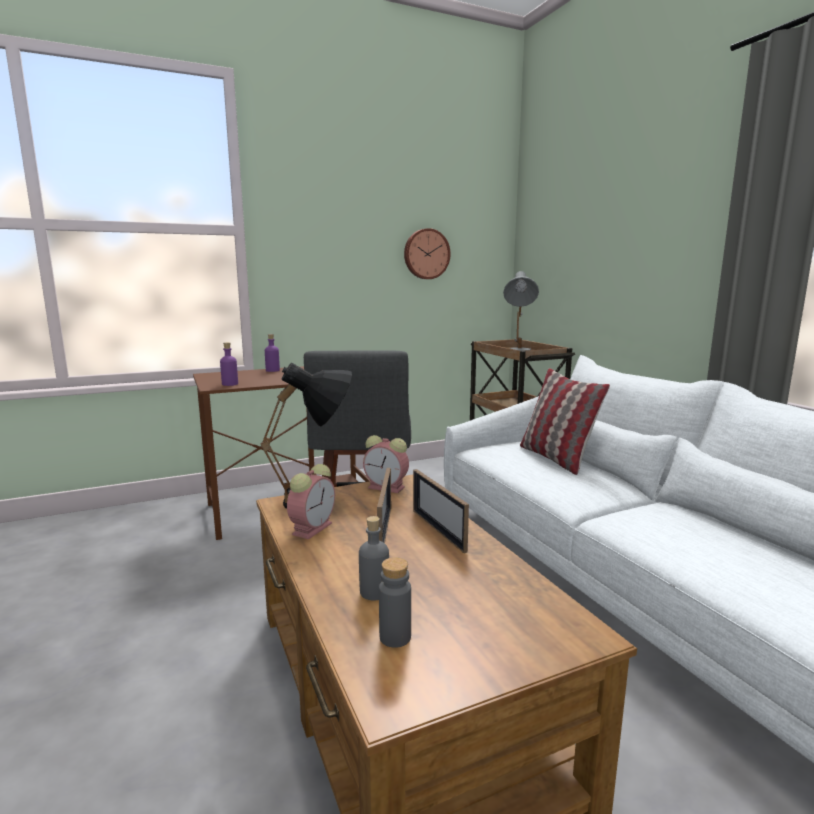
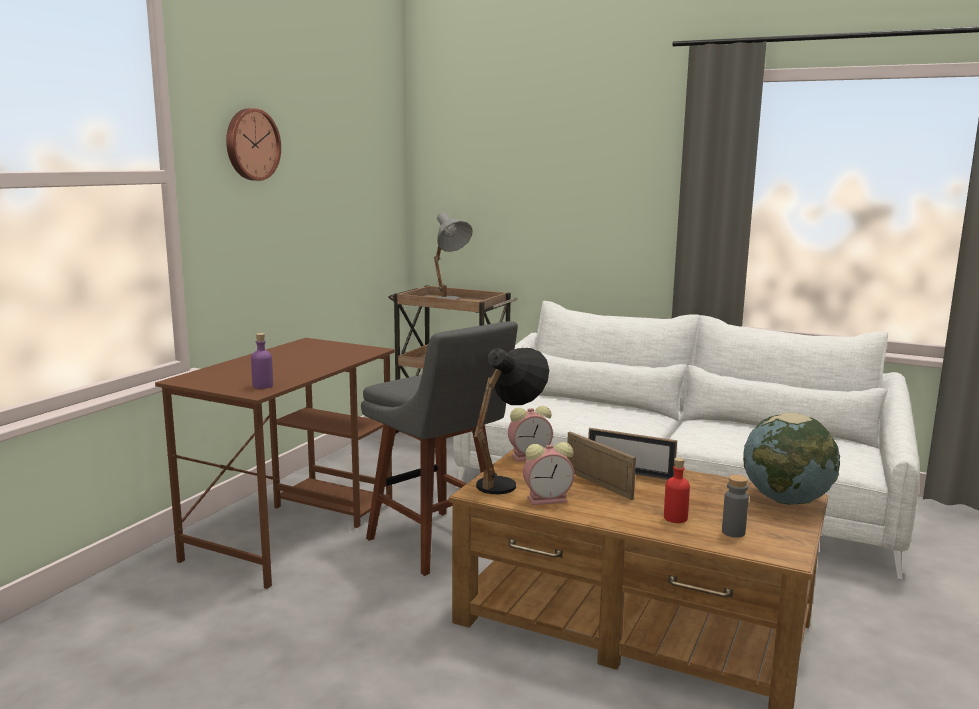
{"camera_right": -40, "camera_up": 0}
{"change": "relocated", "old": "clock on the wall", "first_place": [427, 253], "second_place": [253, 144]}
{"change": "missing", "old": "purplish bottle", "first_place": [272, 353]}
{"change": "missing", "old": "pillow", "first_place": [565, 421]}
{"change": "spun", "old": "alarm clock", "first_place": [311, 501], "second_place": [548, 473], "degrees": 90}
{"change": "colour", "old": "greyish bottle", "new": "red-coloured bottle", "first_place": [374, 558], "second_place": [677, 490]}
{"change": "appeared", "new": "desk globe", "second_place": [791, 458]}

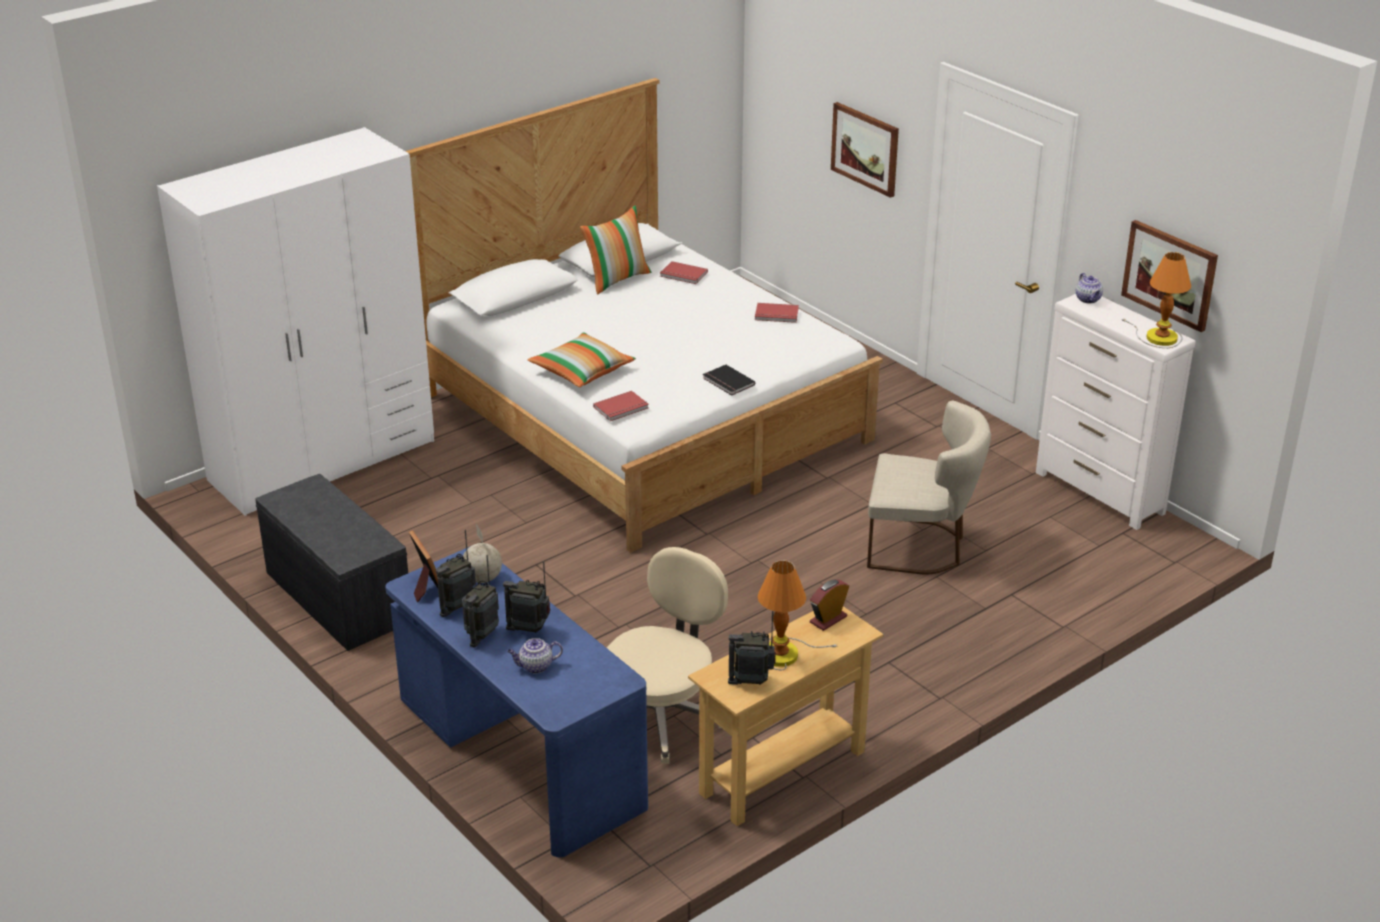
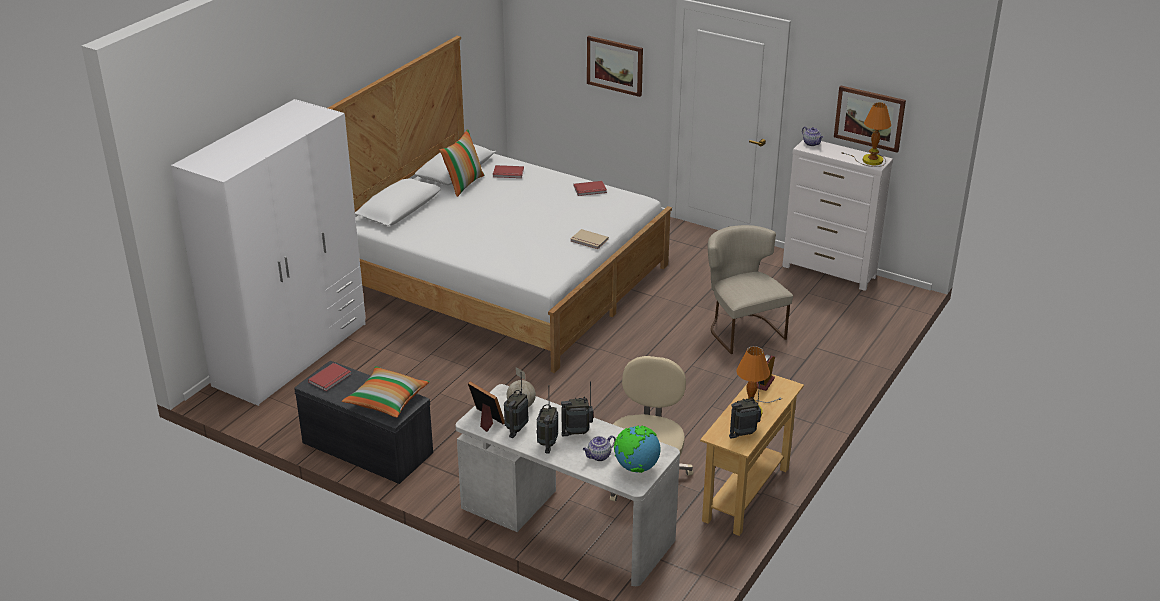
{"camera_right": -20, "camera_up": 0}
{"change": "relocated", "old": "pillow", "first_place": [582, 359], "second_place": [385, 391]}
{"change": "colour", "old": "blackish book", "new": "beige book", "first_place": [729, 380], "second_place": [589, 239]}
{"change": "relocated", "old": "red-coloured book", "first_place": [620, 406], "second_place": [329, 377]}
{"change": "spun", "old": "beige plain chair", "first_place": [929, 487], "second_place": [750, 289], "degrees": -105}
{"change": "colour", "old": "blue desk table", "new": "white desk table", "first_place": [516, 702], "second_place": [568, 485]}
{"change": "appeared", "new": "desk globe", "second_place": [637, 449]}

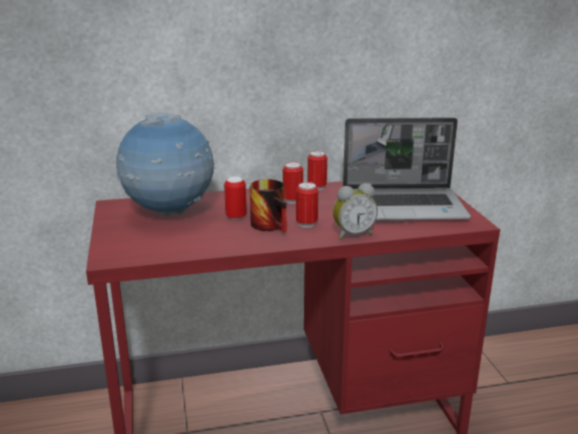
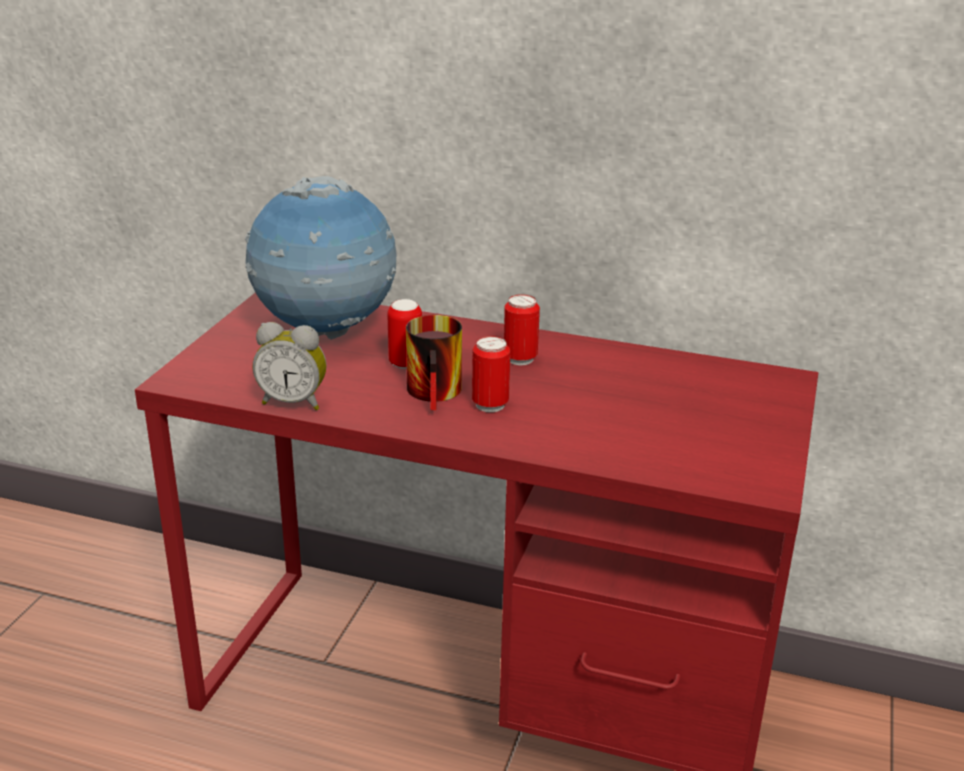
{"camera_right": 30, "camera_up": 5}
{"change": "missing", "old": "portable computer", "first_place": [407, 169]}
{"change": "missing", "old": "sealed can", "first_place": [317, 170]}
{"change": "relocated", "old": "alarm clock", "first_place": [355, 211], "second_place": [290, 366]}

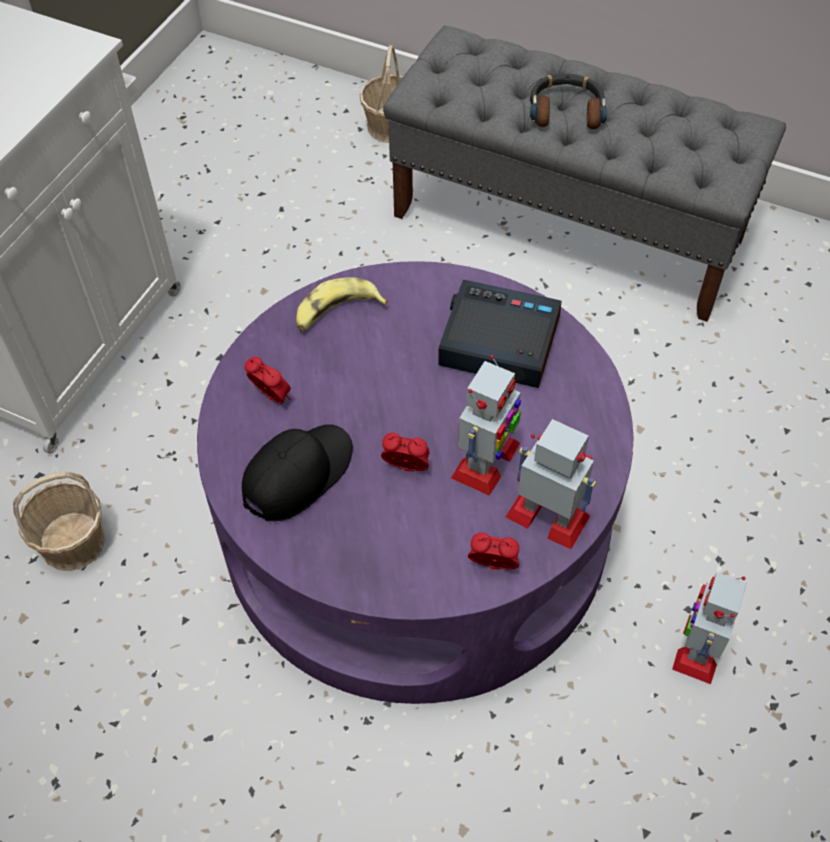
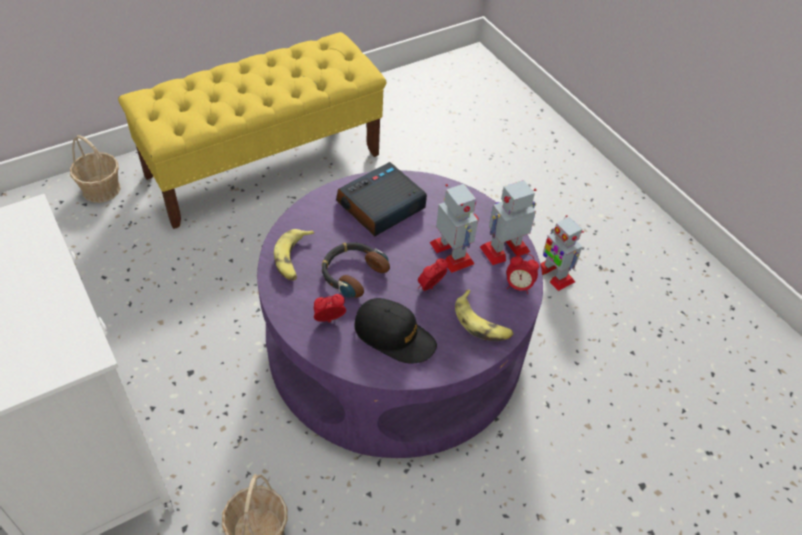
{"camera_right": -60, "camera_up": -5}
{"change": "colour", "old": "greyish bench", "new": "yellow-coloured bench", "first_place": [584, 174], "second_place": [252, 130]}
{"change": "relocated", "old": "pair of headphones", "first_place": [568, 101], "second_place": [356, 270]}
{"change": "spun", "old": "blackish baseball cap", "first_place": [297, 472], "second_place": [395, 330], "degrees": 135}
{"change": "spun", "old": "alarm clock", "first_place": [493, 551], "second_place": [523, 273], "degrees": -120}
{"change": "appeared", "new": "whole banana", "second_place": [484, 315]}

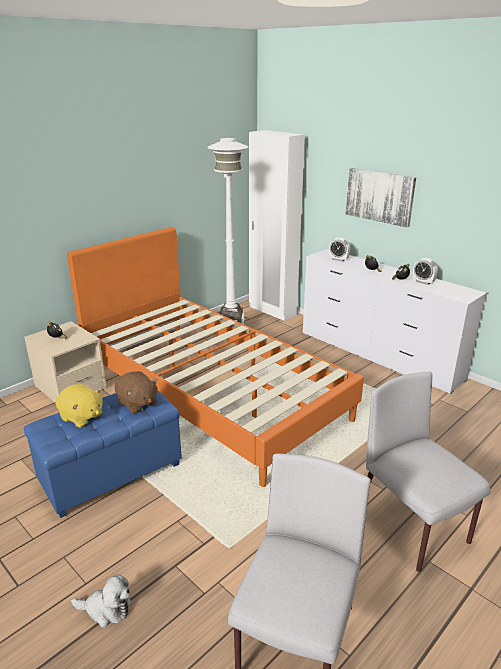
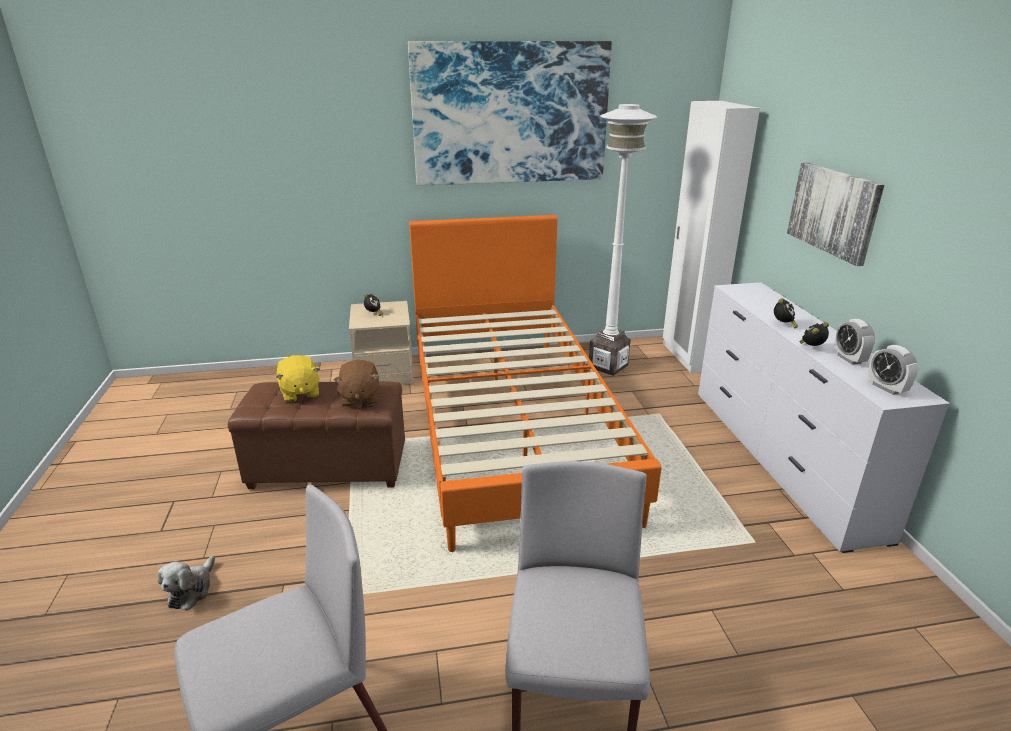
{"camera_right": 35, "camera_up": 0}
{"change": "relocated", "old": "alarm clock", "first_place": [339, 249], "second_place": [893, 370]}
{"change": "colour", "old": "blue ottoman", "new": "brownish ottoman", "first_place": [103, 454], "second_place": [316, 435]}
{"change": "spun", "old": "cuddly toy", "first_place": [101, 601], "second_place": [186, 583], "degrees": 60}
{"change": "appeared", "new": "picture", "second_place": [510, 113]}

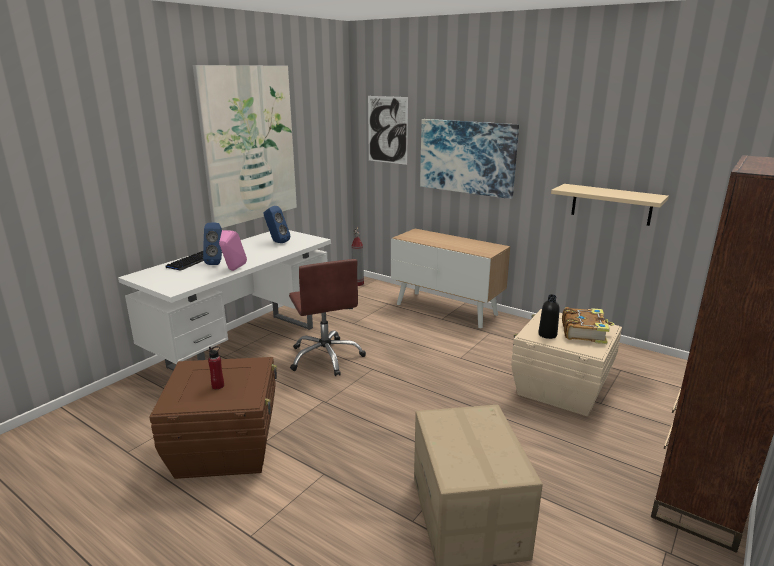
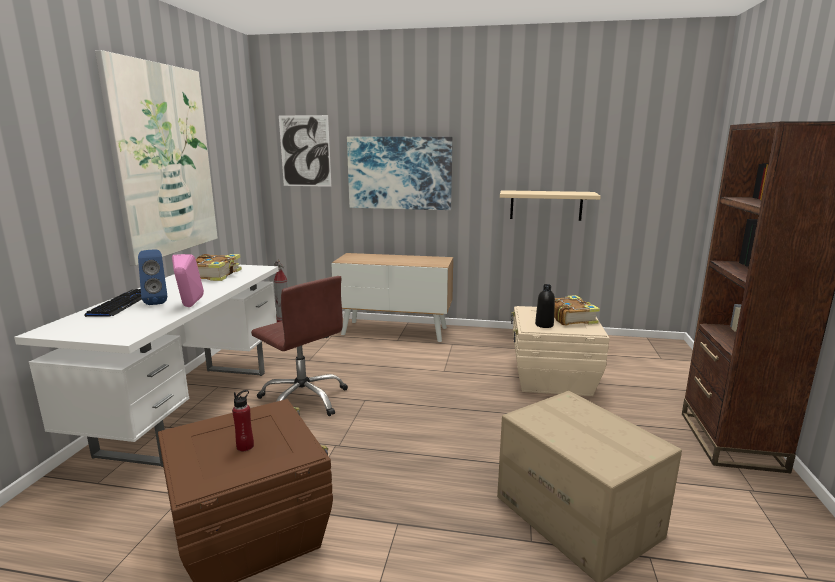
{"camera_right": -25, "camera_up": -5}
{"change": "exchanged", "old": "blue speaker", "new": "book", "first_place": [277, 224], "second_place": [219, 267]}

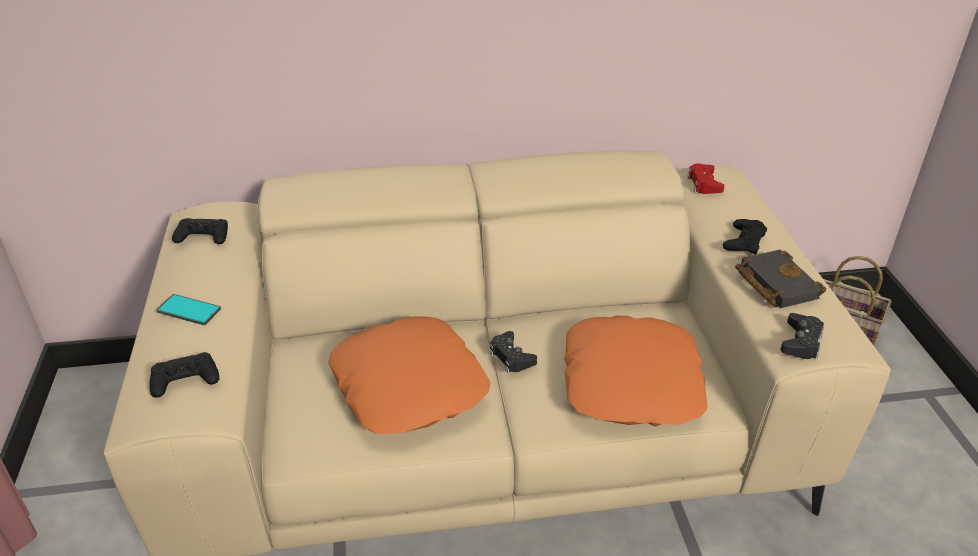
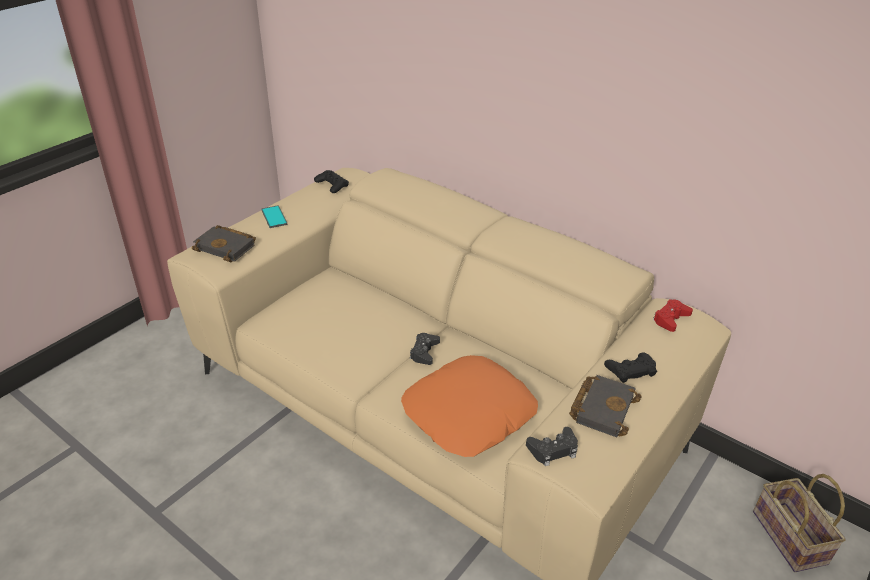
{"camera_right": 45, "camera_up": 0}
{"change": "missing", "old": "orange pillow", "first_place": [409, 375]}
{"change": "exchanged", "old": "blackish gamepad", "new": "blackish book", "first_place": [184, 375], "second_place": [224, 243]}

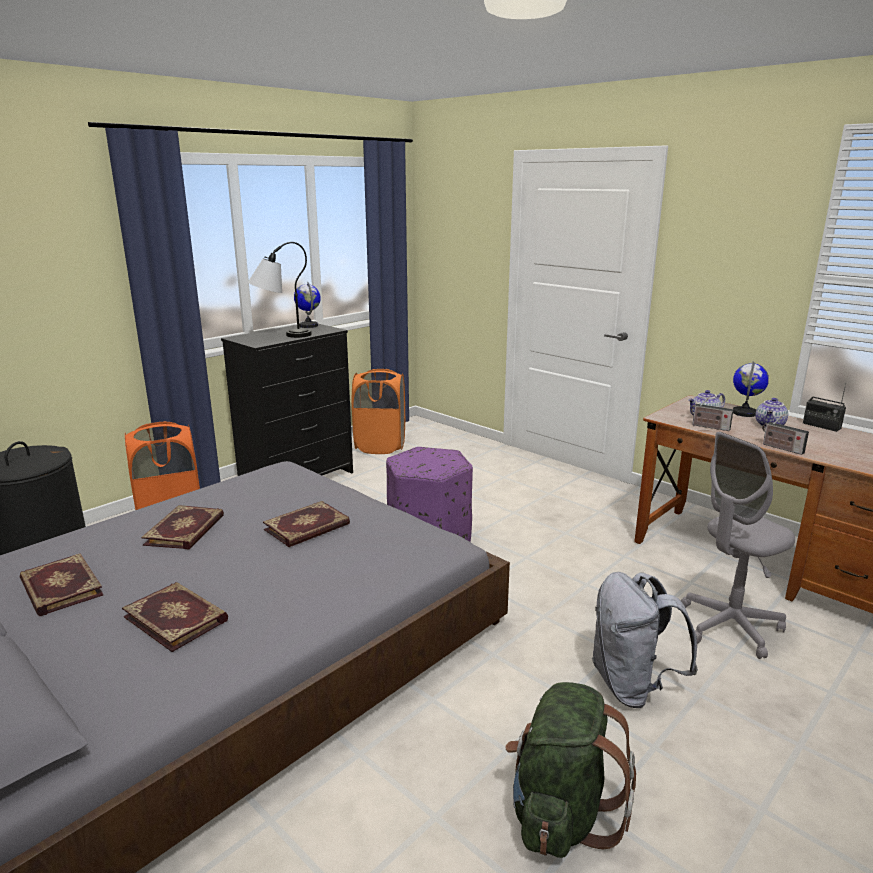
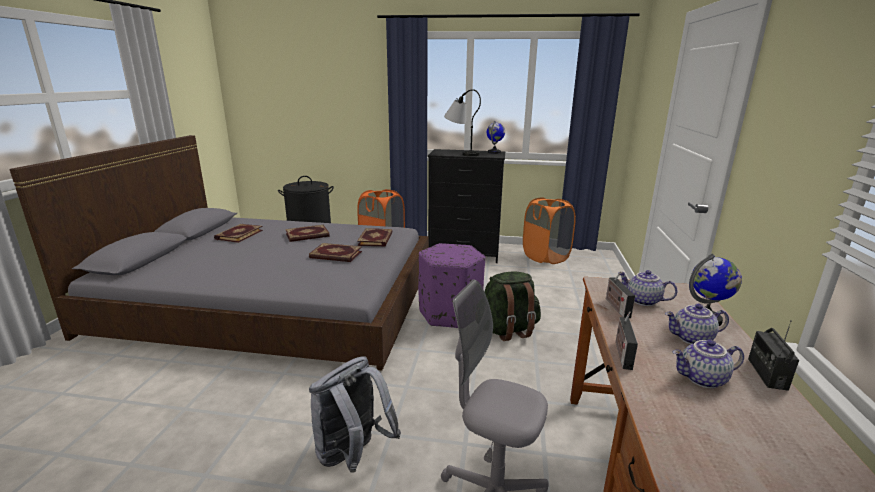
{"camera_right": 55, "camera_up": 0}
{"change": "relocated", "old": "book", "first_place": [175, 617], "second_place": [375, 237]}
{"change": "relocated", "old": "greenish rucksack", "first_place": [570, 770], "second_place": [513, 306]}
{"change": "appeared", "new": "teapot", "second_place": [708, 363]}

